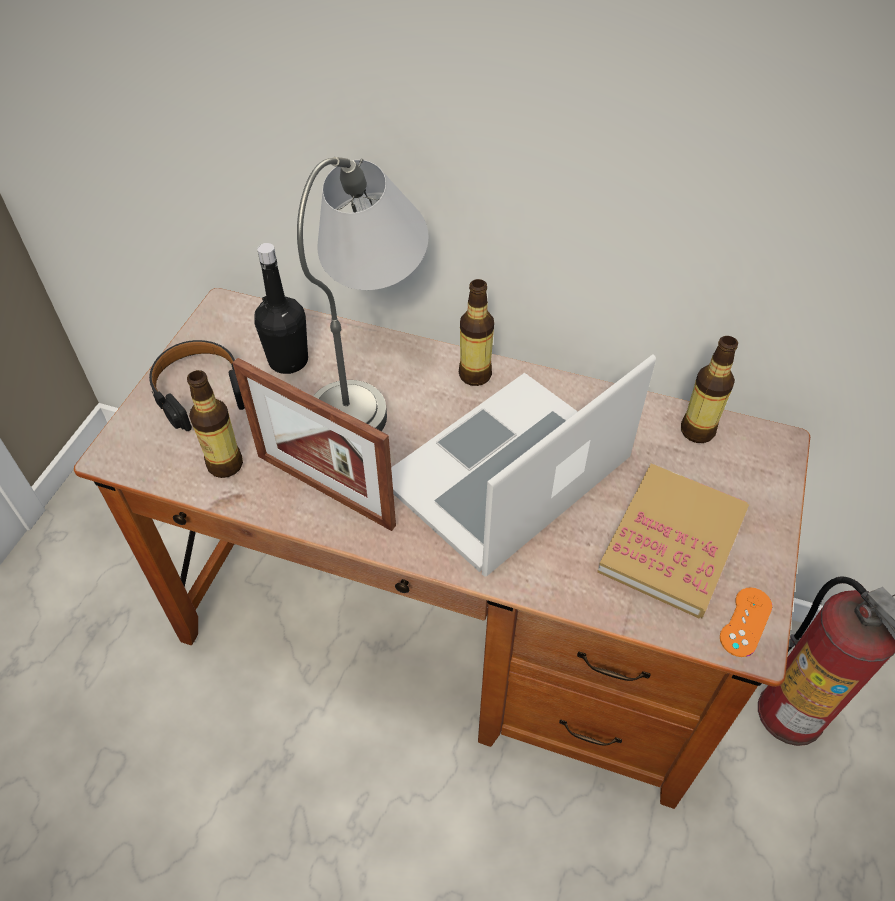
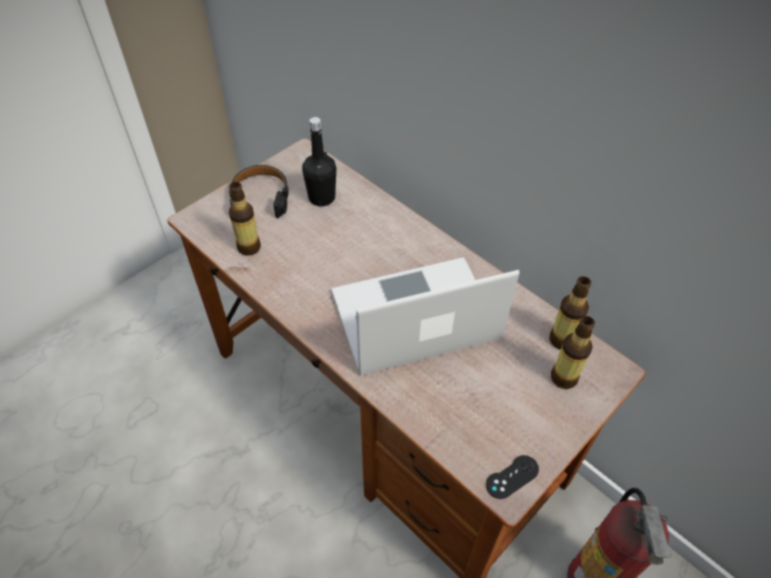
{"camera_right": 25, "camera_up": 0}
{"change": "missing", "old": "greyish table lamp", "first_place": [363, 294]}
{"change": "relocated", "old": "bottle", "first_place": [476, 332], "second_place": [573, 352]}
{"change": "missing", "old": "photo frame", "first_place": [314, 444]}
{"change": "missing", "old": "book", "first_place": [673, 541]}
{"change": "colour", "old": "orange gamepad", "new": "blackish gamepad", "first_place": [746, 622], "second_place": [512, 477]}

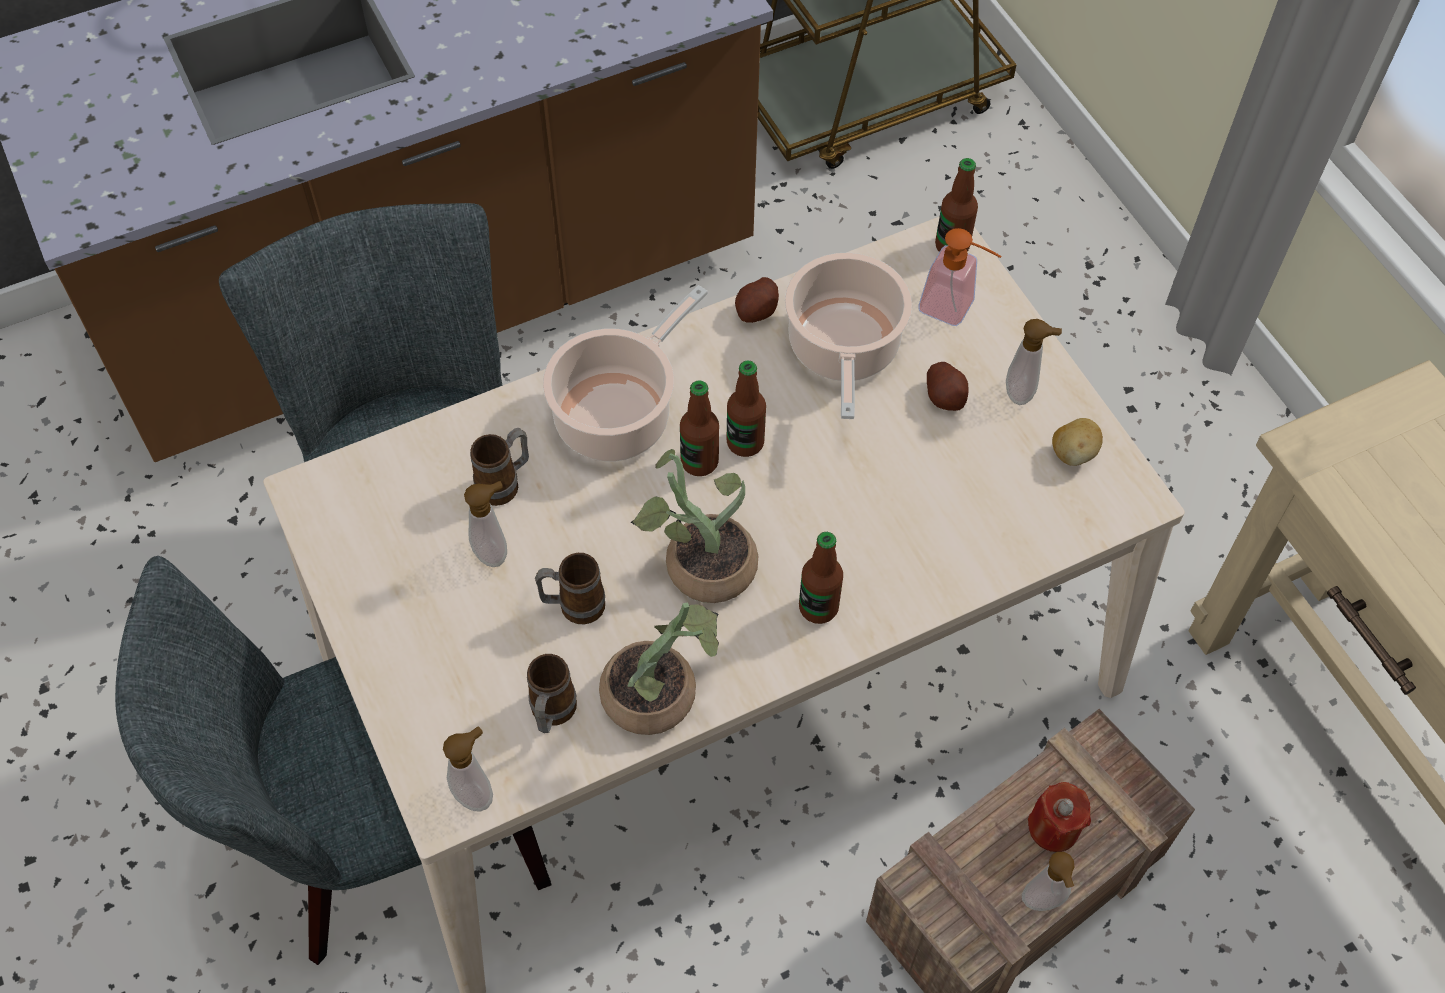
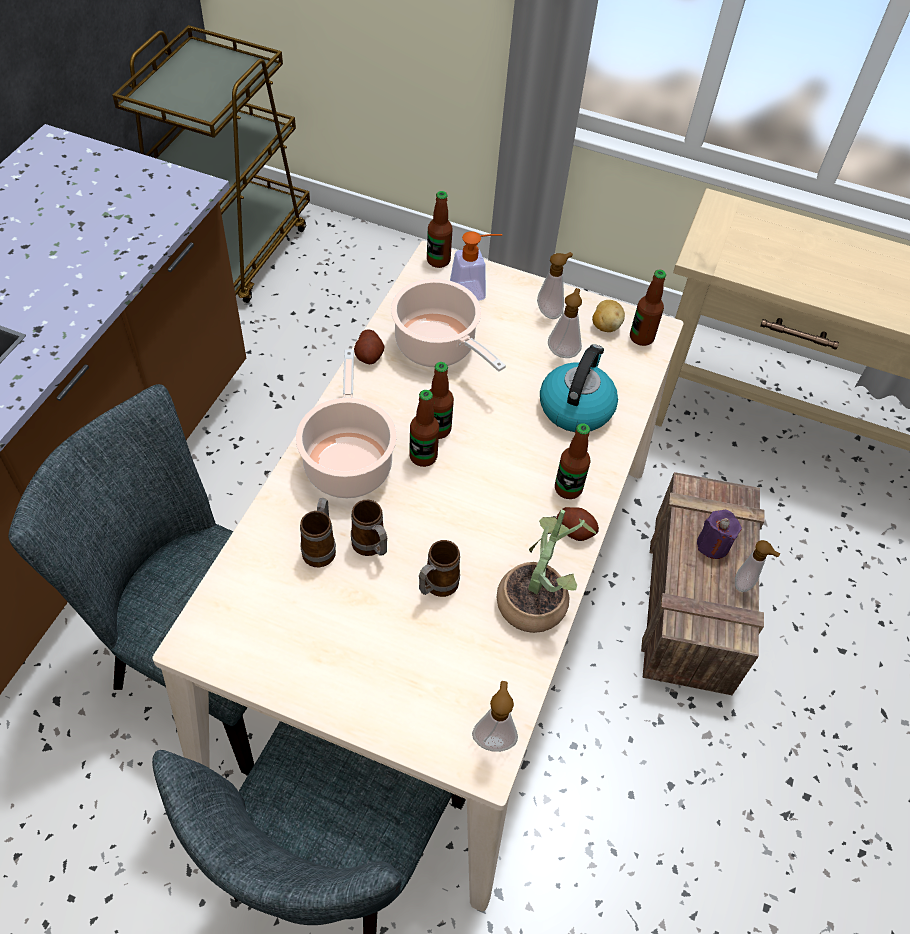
{"camera_right": -45, "camera_up": -5}
{"change": "relocated", "old": "spud", "first_place": [948, 386], "second_place": [577, 524]}
{"change": "missing", "old": "plant in a pot", "first_place": [694, 526]}
{"change": "relocated", "old": "soap bottle", "first_place": [485, 524], "second_place": [565, 323]}
{"change": "relocated", "old": "coffee mug", "first_place": [552, 693], "second_place": [369, 528]}
{"change": "colour", "old": "red-coloured wax candle", "new": "purplish wax candle", "first_place": [1059, 817], "second_place": [719, 534]}
{"change": "appeared", "new": "bottle", "second_place": [648, 308]}
{"change": "appeared", "new": "water kettle", "second_place": [579, 388]}

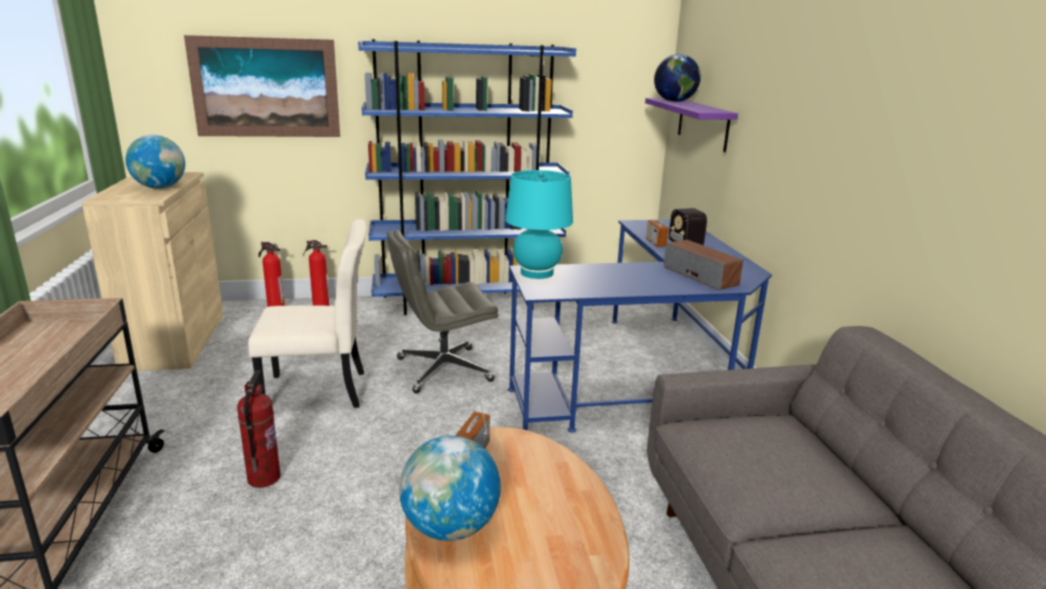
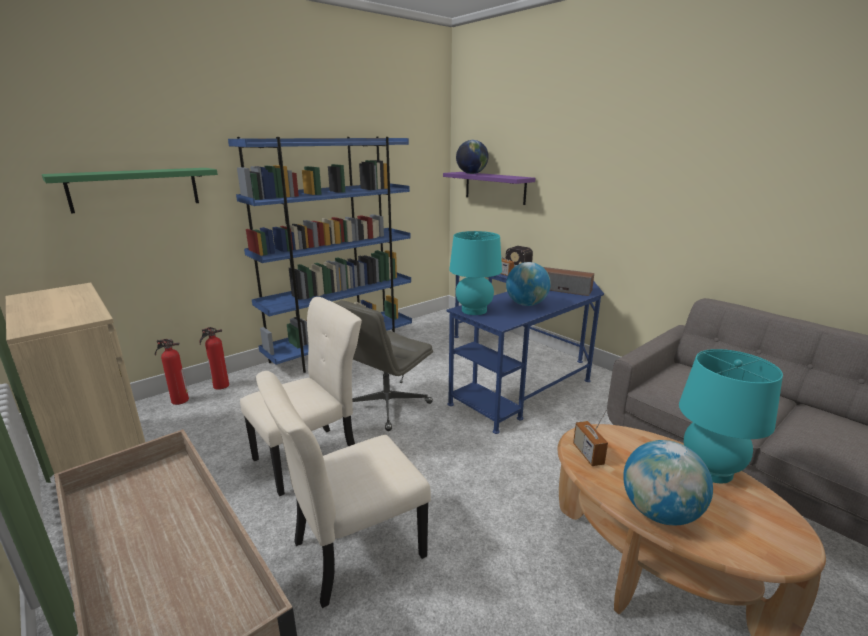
{"camera_right": -30, "camera_up": 0}
{"change": "exchanged", "old": "picture", "new": "greenish bracket shelf", "first_place": [262, 86], "second_place": [130, 191]}
{"change": "relocated", "old": "desk globe", "first_place": [155, 162], "second_place": [528, 284]}
{"change": "exchanged", "old": "extinguisher", "new": "beige plain chair", "first_place": [259, 429], "second_place": [343, 489]}
{"change": "appeared", "new": "turquoise-coloured table lamp", "second_place": [731, 416]}

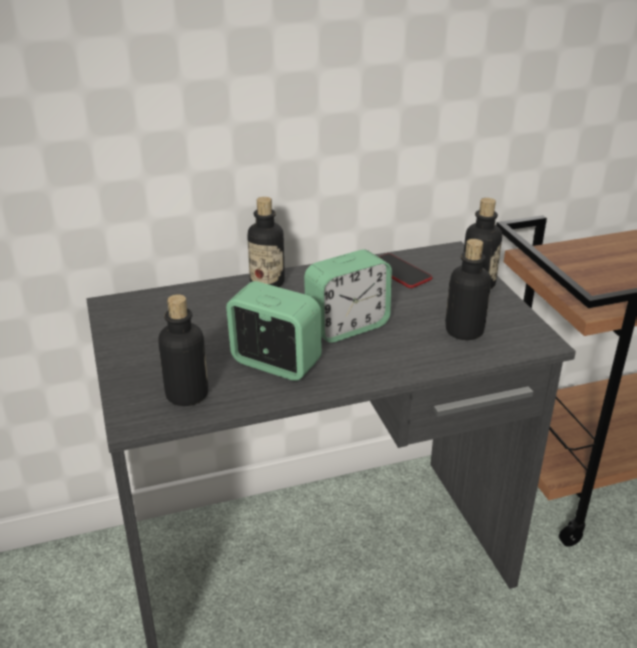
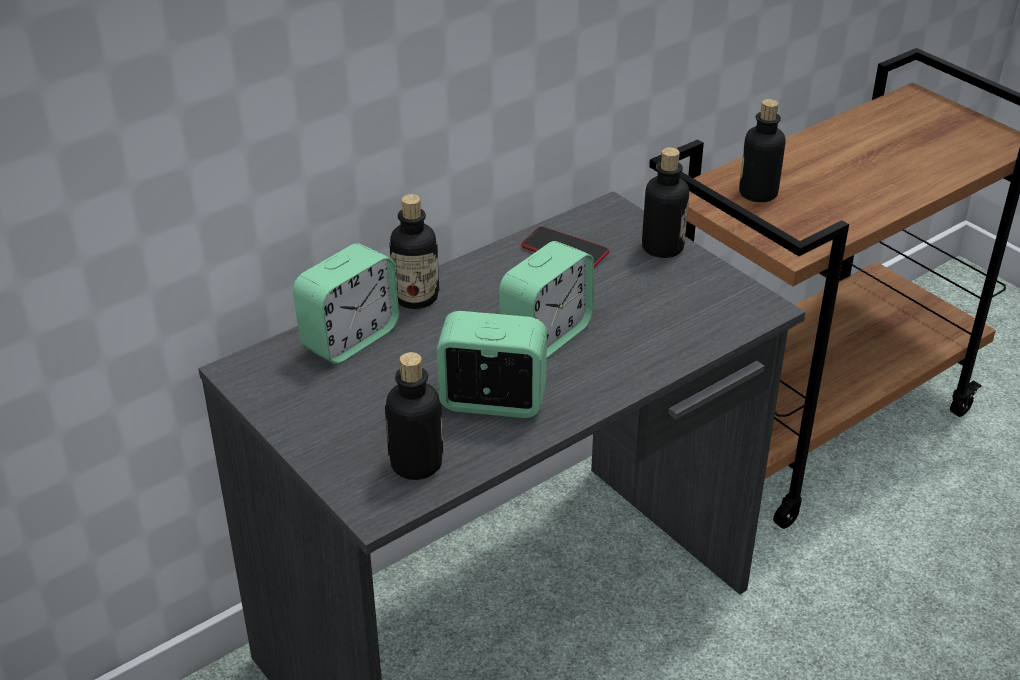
{"camera_right": -20, "camera_up": 5}
{"change": "relocated", "old": "bottle", "first_place": [468, 289], "second_place": [762, 150]}
{"change": "appeared", "new": "alarm clock", "second_place": [346, 303]}

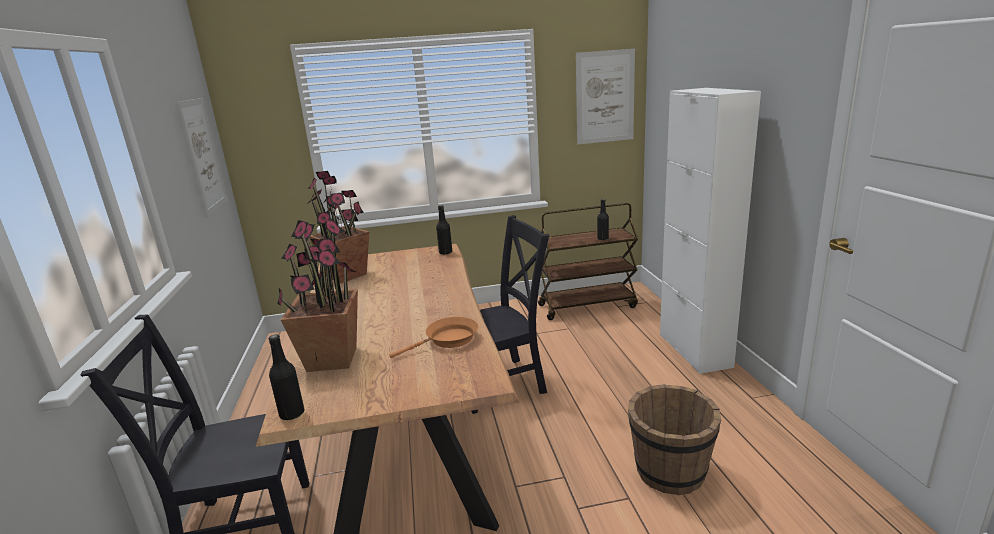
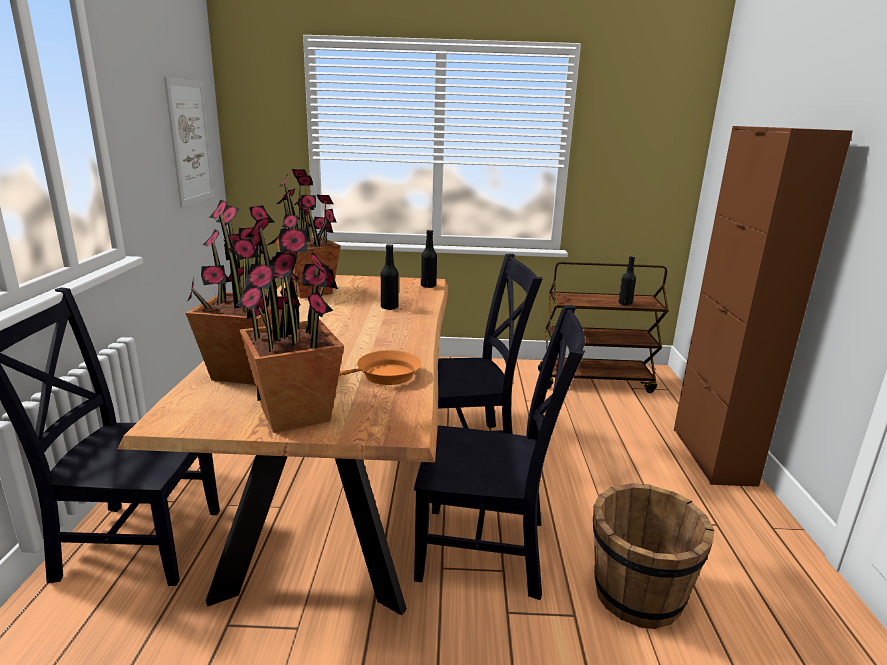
{"camera_right": 10, "camera_up": 0}
{"change": "missing", "old": "picture", "first_place": [605, 96]}
{"change": "colour", "old": "white storage cabinet", "new": "brownish storage cabinet", "first_place": [710, 231], "second_place": [763, 306]}
{"change": "relocated", "old": "blackish bottle", "first_place": [286, 377], "second_place": [390, 277]}
{"change": "appeared", "new": "plant in a pot", "second_place": [290, 324]}
{"change": "appeared", "new": "blackish plain chair", "second_place": [499, 452]}

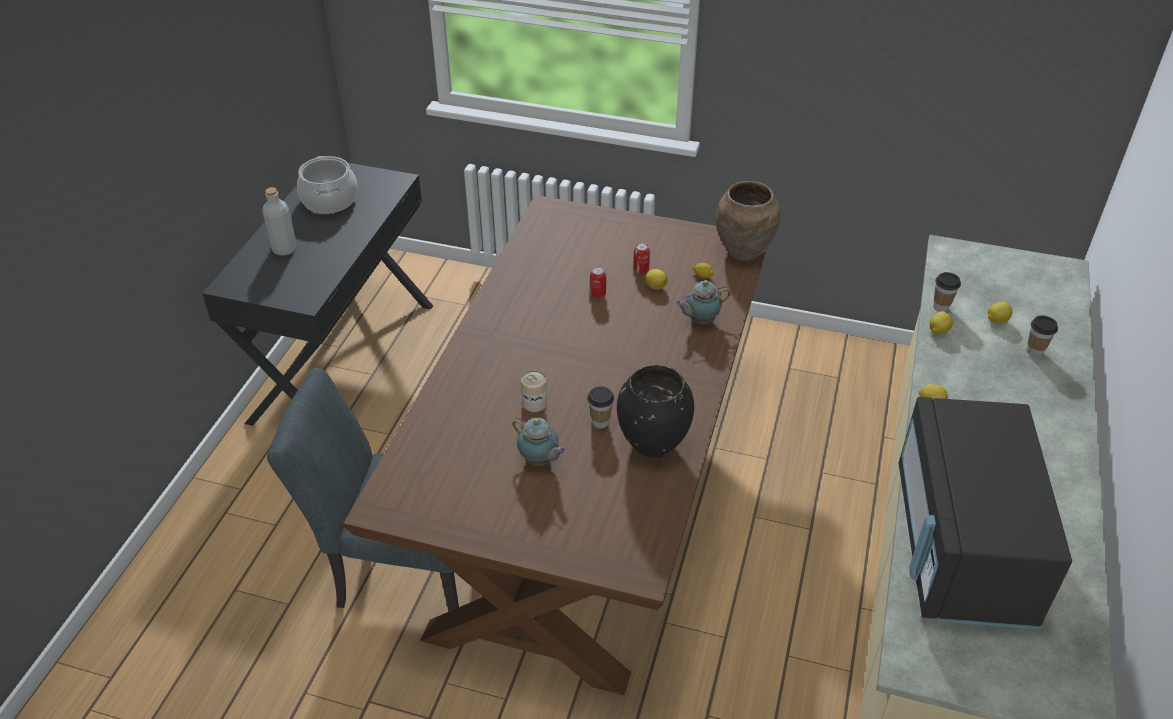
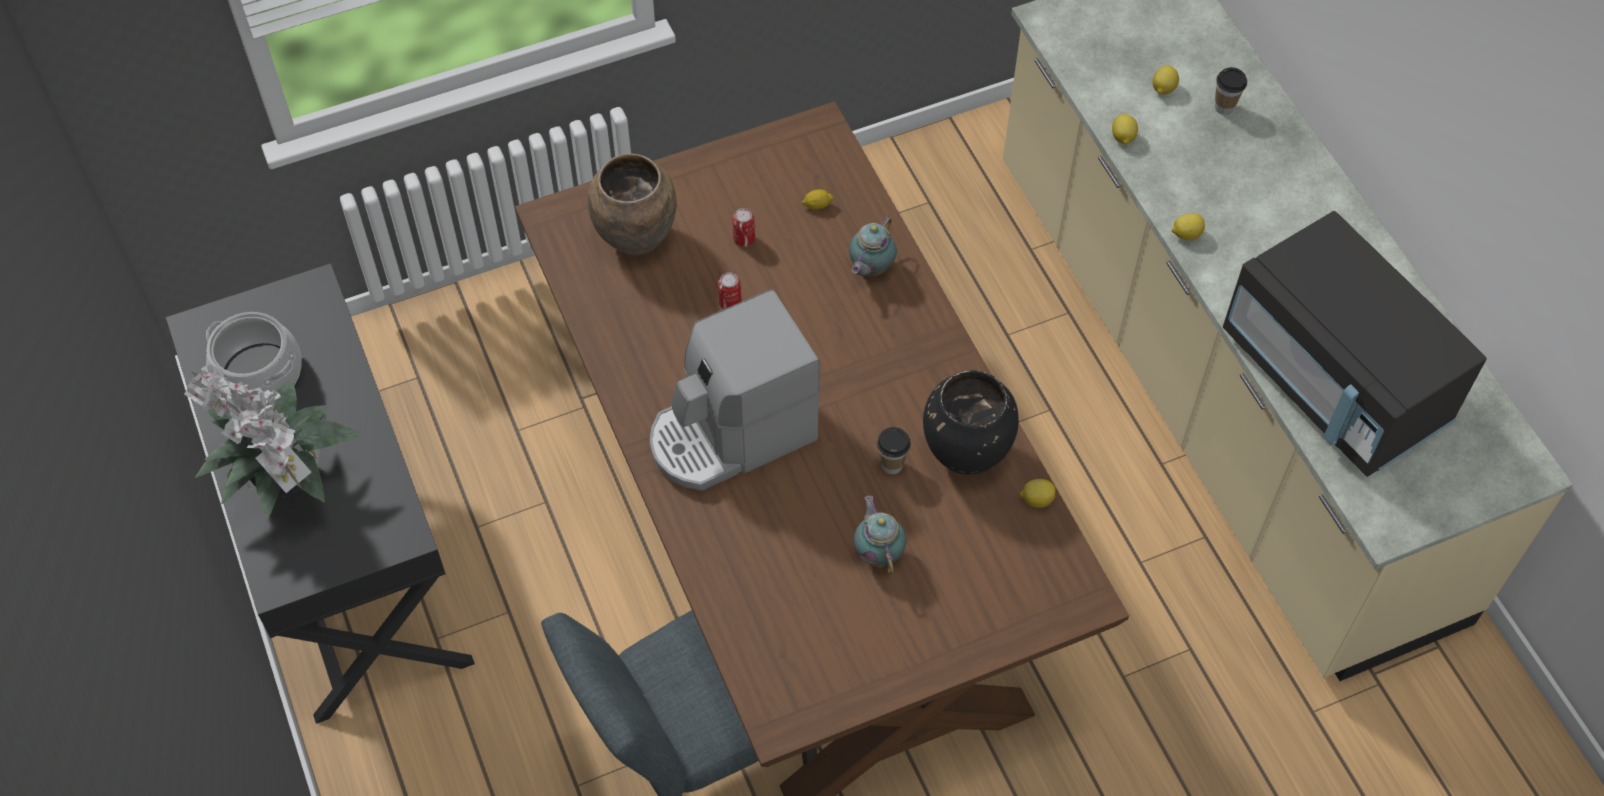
{"camera_right": -40, "camera_up": 15}
{"change": "relocated", "old": "brownish flower vase", "first_place": [748, 221], "second_place": [632, 204]}
{"change": "exchanged", "old": "greyish bottle", "new": "plant in a pot", "first_place": [279, 221], "second_place": [273, 441]}
{"change": "relocated", "old": "citrus fruit", "first_place": [657, 279], "second_place": [1038, 493]}
{"change": "missing", "old": "cup", "first_place": [947, 292]}
{"change": "missing", "old": "sealed can", "first_place": [534, 391]}
{"change": "spun", "old": "teapot", "first_place": [539, 441], "second_place": [880, 534], "degrees": -105}
{"change": "appeared", "new": "coffee maker", "second_place": [735, 390]}

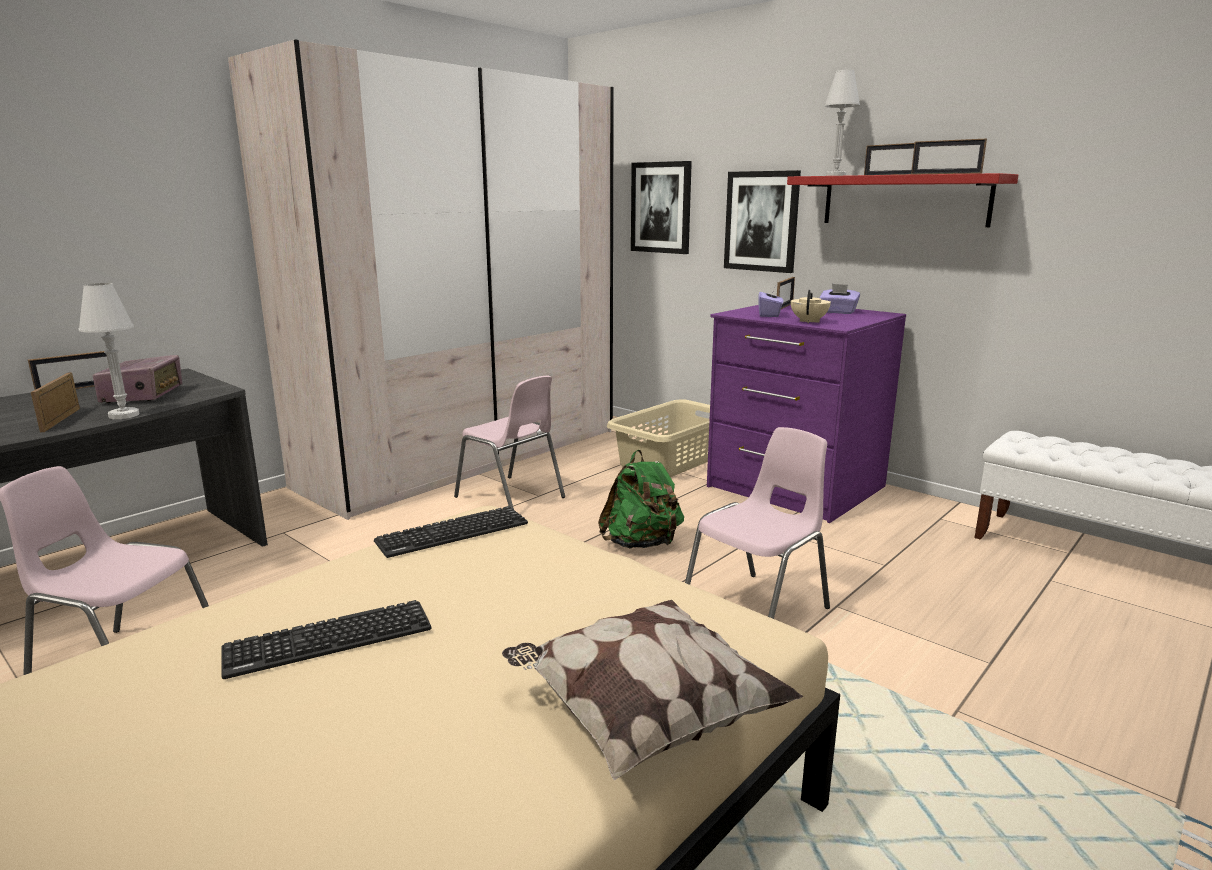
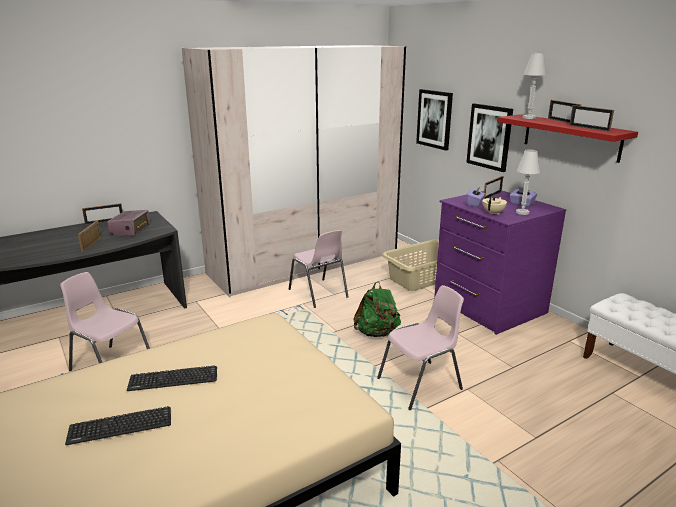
{"camera_right": 15, "camera_up": 5}
{"change": "relocated", "old": "white table lamp", "first_place": [109, 351], "second_place": [528, 182]}
{"change": "relocated", "old": "computer keyboard", "first_place": [451, 532], "second_place": [118, 425]}
{"change": "missing", "old": "pillow", "first_place": [652, 690]}

